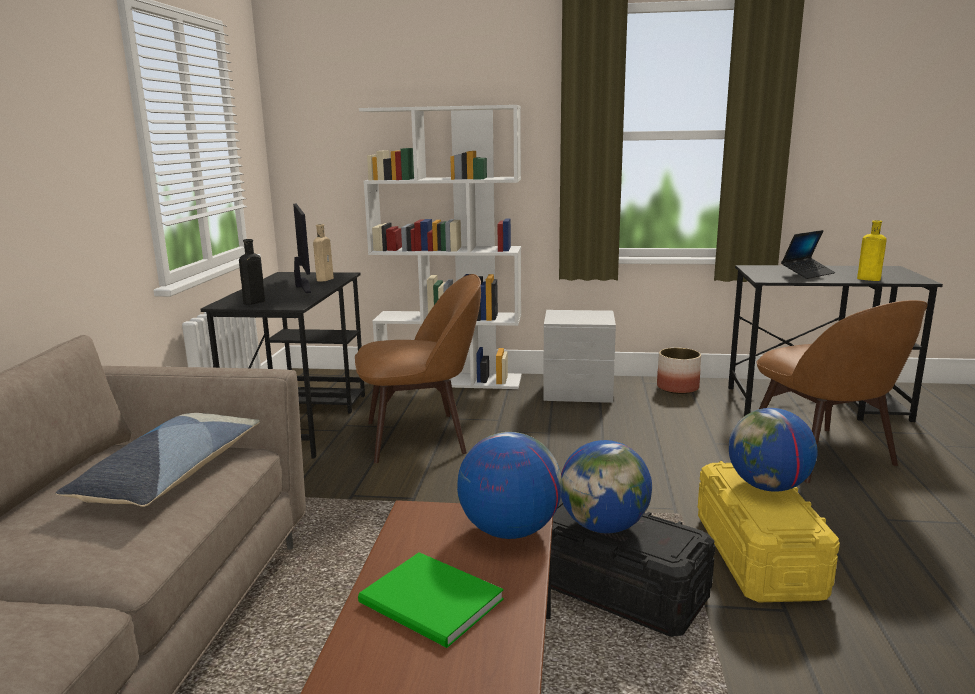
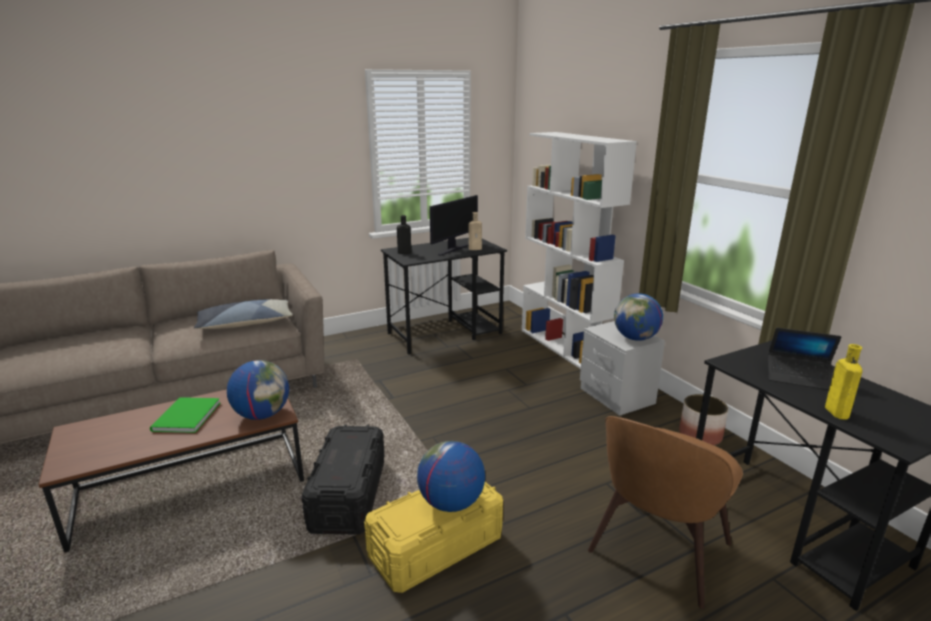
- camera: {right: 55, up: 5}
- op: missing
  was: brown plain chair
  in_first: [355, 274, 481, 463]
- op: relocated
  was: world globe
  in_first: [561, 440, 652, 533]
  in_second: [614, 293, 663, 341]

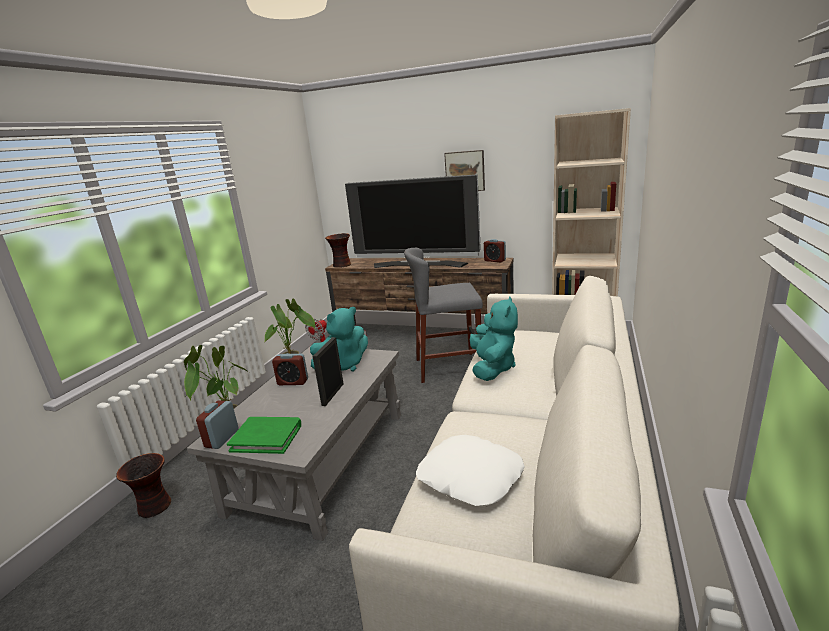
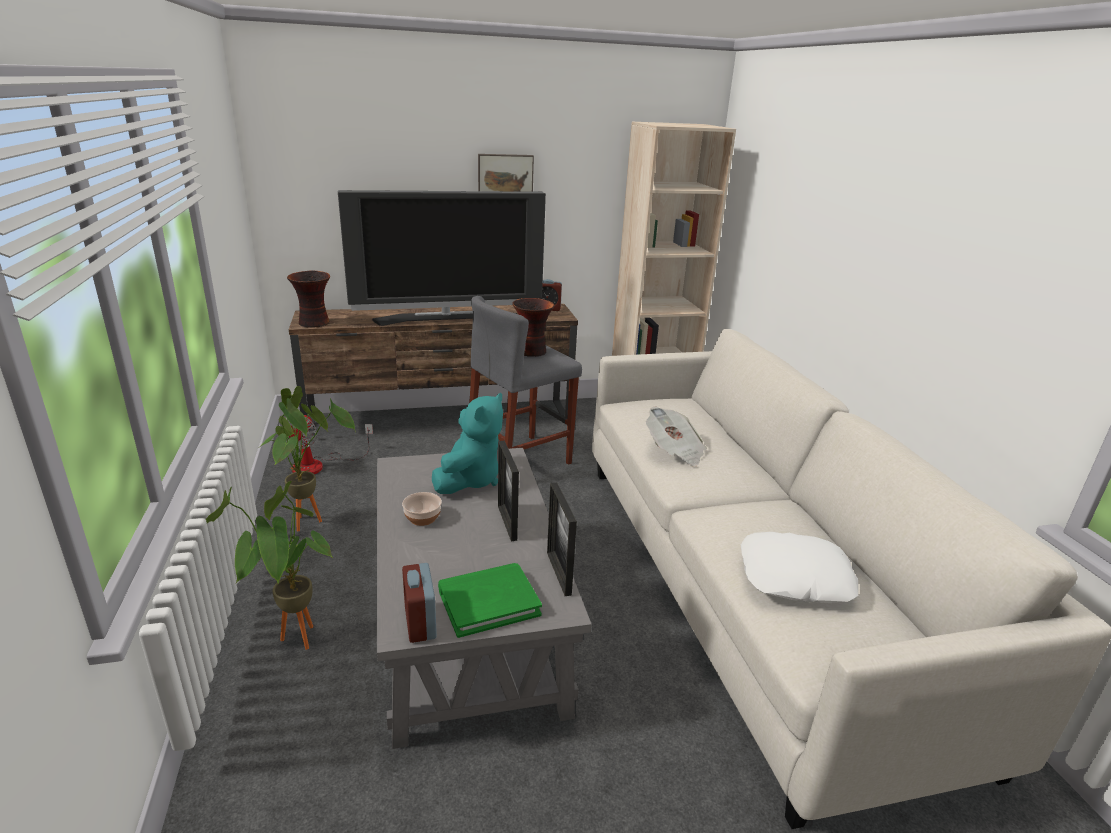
- camera: {right: -35, up: 5}
- op: relocated
  was: vase
  in_first: [116, 453, 171, 518]
  in_second: [512, 298, 555, 357]
- op: exchanged
  was: table clock
  now: serving bowl
  in_first: [272, 353, 308, 385]
  in_second: [402, 492, 442, 526]
- op: exchanged
  was: turquoise plush toy
  now: printed paper
  in_first: [470, 296, 518, 381]
  in_second: [646, 407, 707, 467]
- op: appeared
  now: picture frame
  in_second: [547, 483, 577, 596]

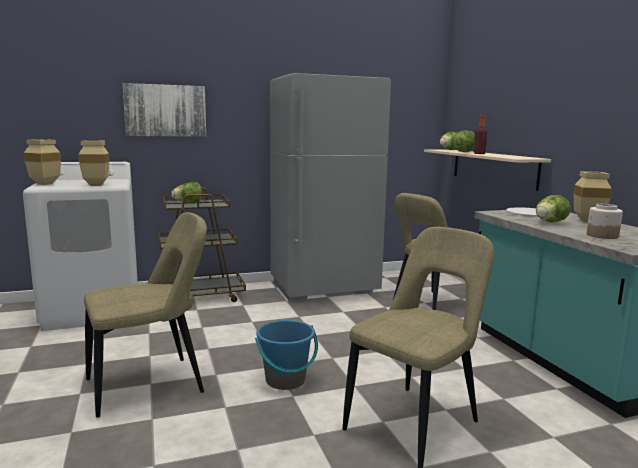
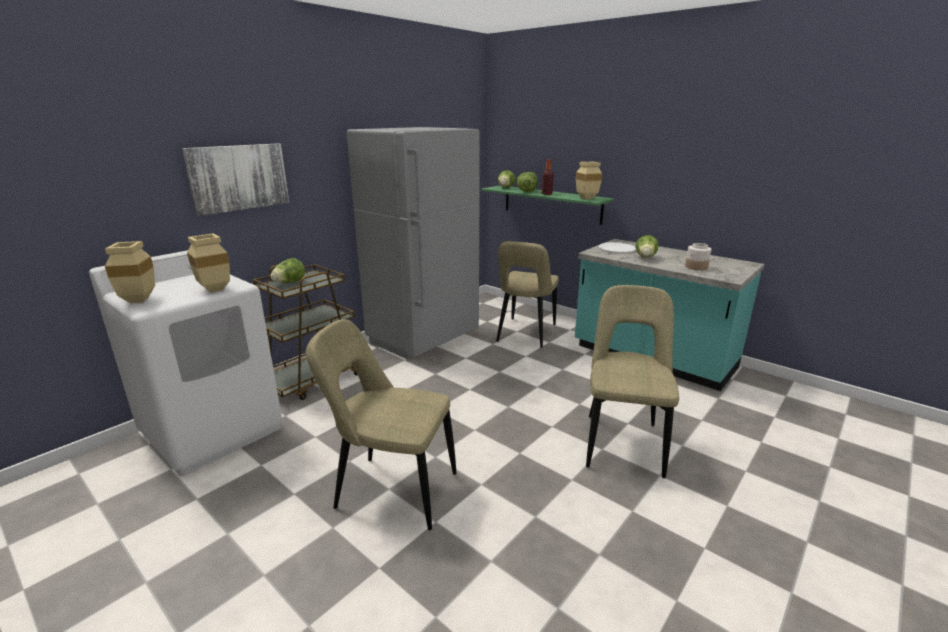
- camera: {right: -30, up: 10}
- op: spun
  was: beige plain chair
  in_first: [84, 212, 207, 418]
  in_second: [306, 319, 456, 530]
  clockwise: -105
- op: missing
  was: blue-coloured water bucket
  in_first: [255, 320, 318, 390]
- op: colour
  was: beige shelf
  now: greenish shelf
  in_first: [424, 149, 551, 191]
  in_second: [481, 185, 614, 225]
- op: relocated
  was: beige vase
  in_first: [574, 171, 612, 222]
  in_second: [576, 161, 602, 199]

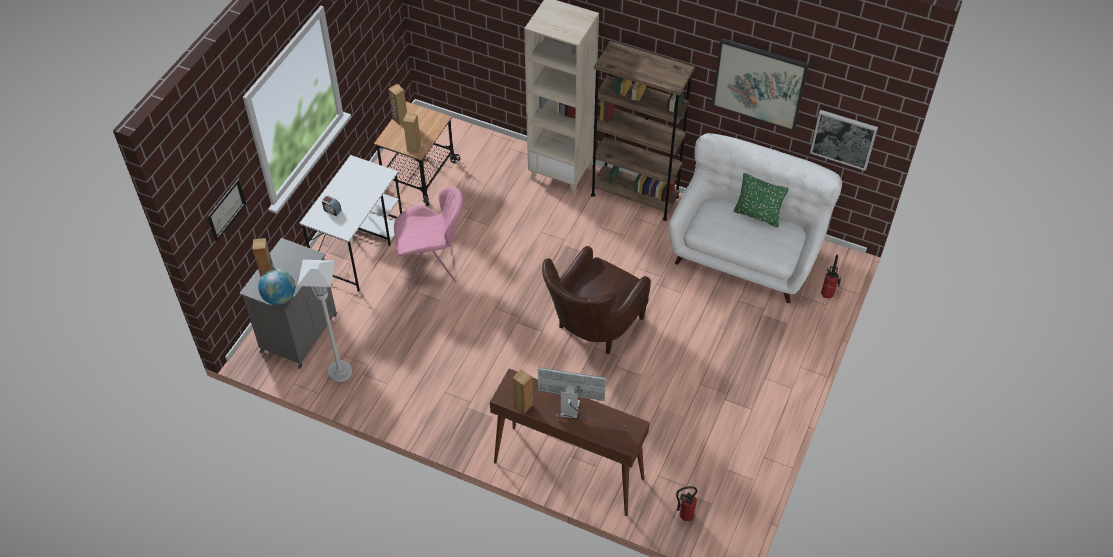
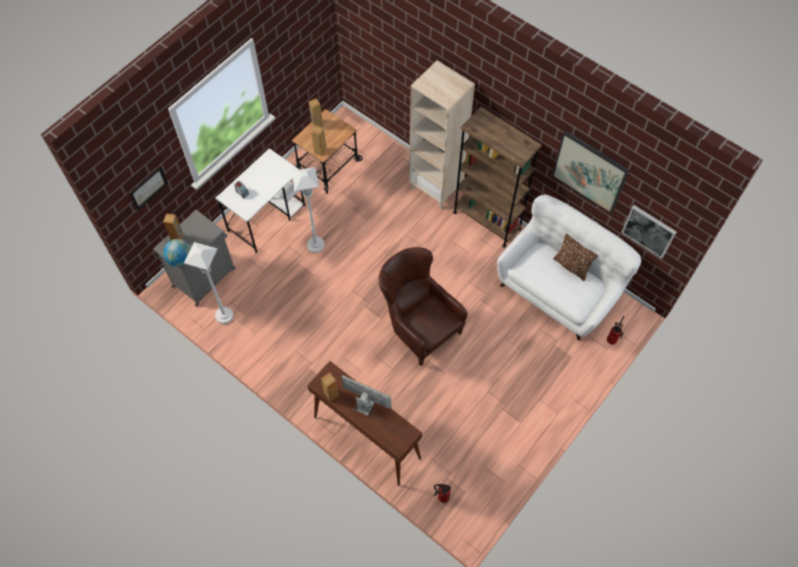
- camera: {right: 15, up: 10}
- op: exchanged
  was: pink plain chair
  now: whitish floor lamp
  in_first: [394, 186, 463, 289]
  in_second: [291, 167, 325, 253]
- op: spun
  was: brown lounge chair
  in_first: [542, 246, 651, 354]
  in_second: [379, 247, 467, 366]
  clockwise: 90
- op: colour
  was: greenish pillow
  now: brown pillow
  in_first: [733, 173, 789, 228]
  in_second: [553, 233, 598, 281]

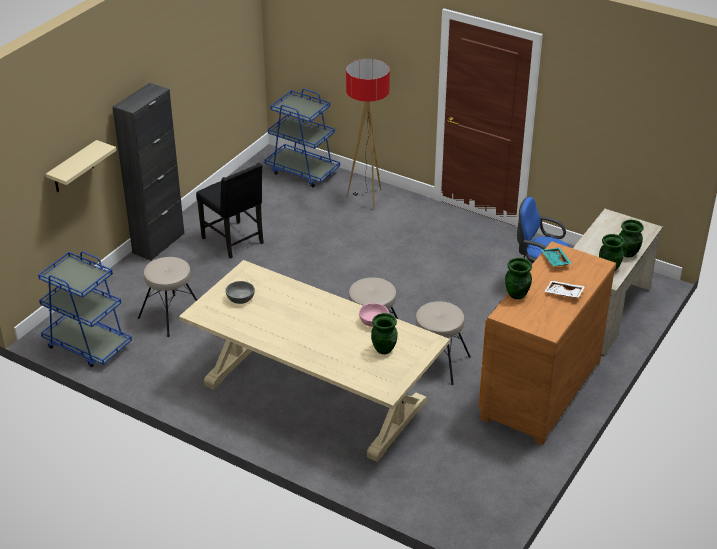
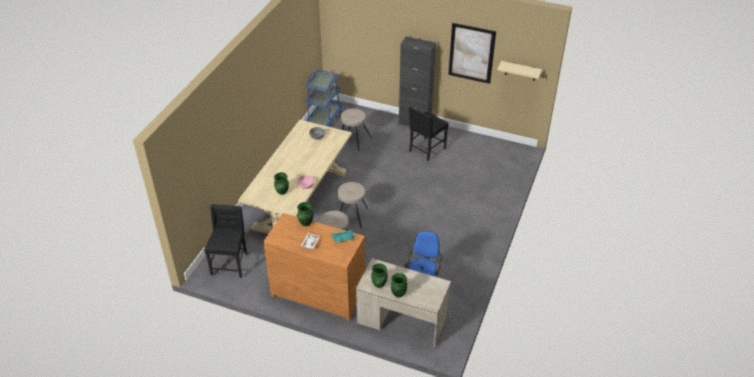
- camera: {right: 80, up: 5}
- op: relocated
  was: beige shelf
  in_first: [46, 140, 117, 192]
  in_second: [497, 61, 542, 81]
- op: missing
  was: blue-coloured wheeled cart
  in_first: [264, 89, 340, 187]
- op: missing
  was: floor lamp
  in_first: [346, 59, 390, 210]
- op: appeared
  now: blackish plain chair
  in_second: [204, 204, 247, 278]
- op: appeared
  now: picture
  in_second: [448, 23, 496, 84]

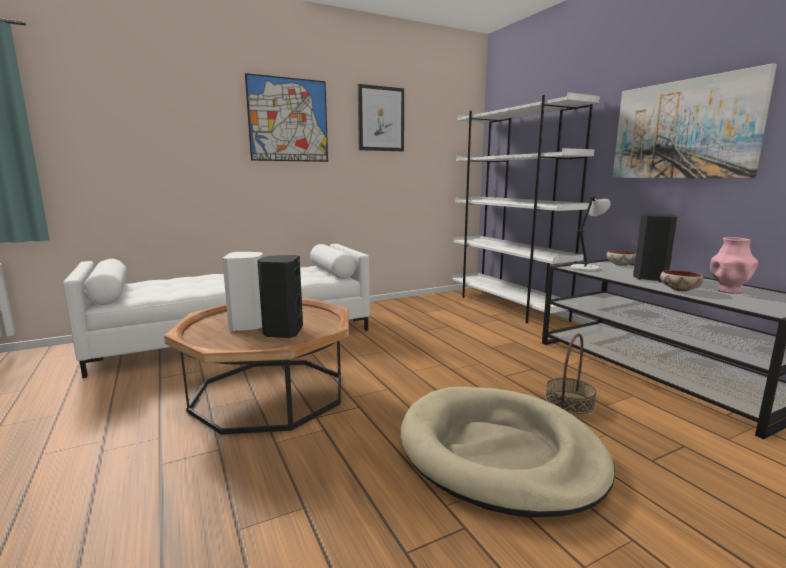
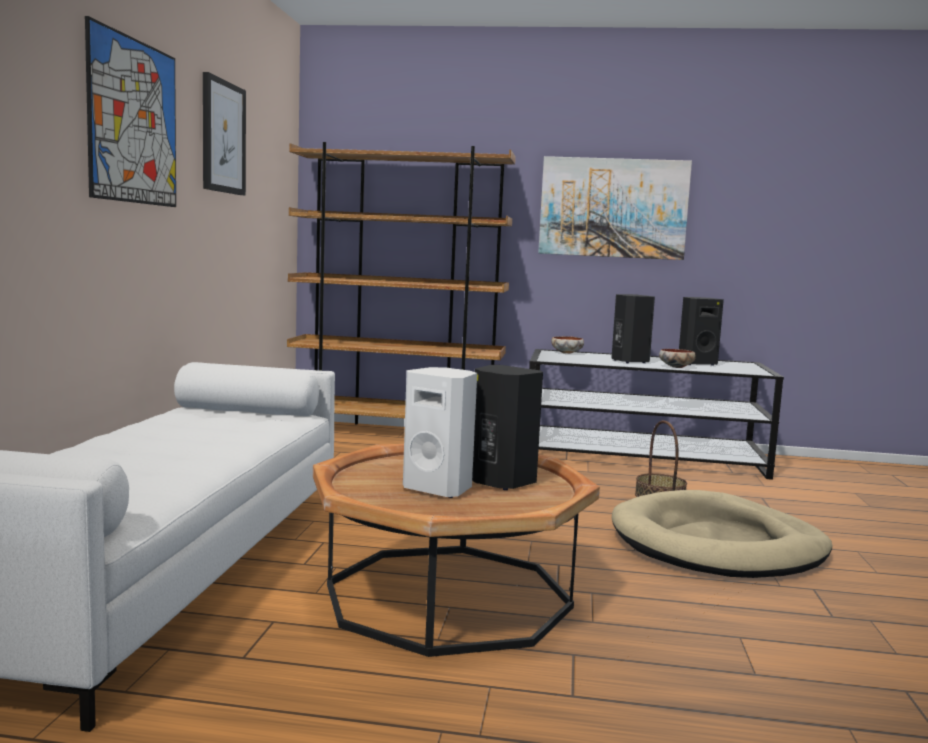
- camera: {right: -55, up: -5}
- op: colour
  was: whitish bookcase
  now: brown bookcase
  in_first: [452, 92, 600, 323]
  in_second: [287, 142, 516, 425]
- op: missing
  was: gray table lamp
  in_first: [571, 196, 610, 271]
- op: exchanged
  was: pink vase
  now: blackish loudspeaker
  in_first: [710, 237, 758, 294]
  in_second: [679, 297, 724, 366]

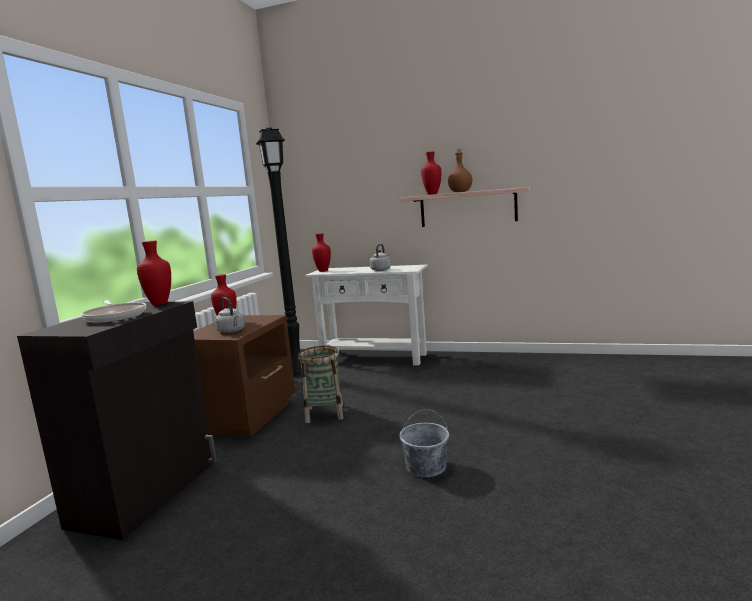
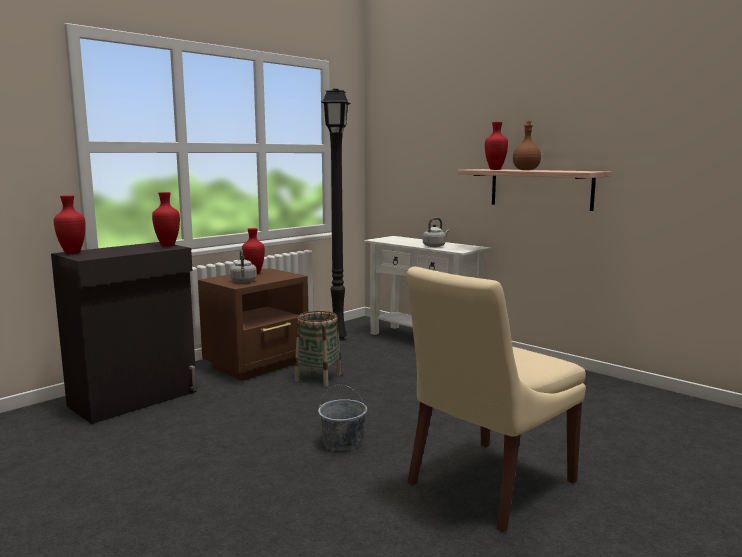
- camera: {right: 25, up: 0}
- op: missing
  was: pan
  in_first: [81, 300, 146, 323]
- op: relocated
  was: reddish vase
  in_first: [312, 233, 331, 272]
  in_second: [54, 195, 86, 254]
- op: appeared
  now: beige plain chair
  in_second: [407, 267, 586, 532]

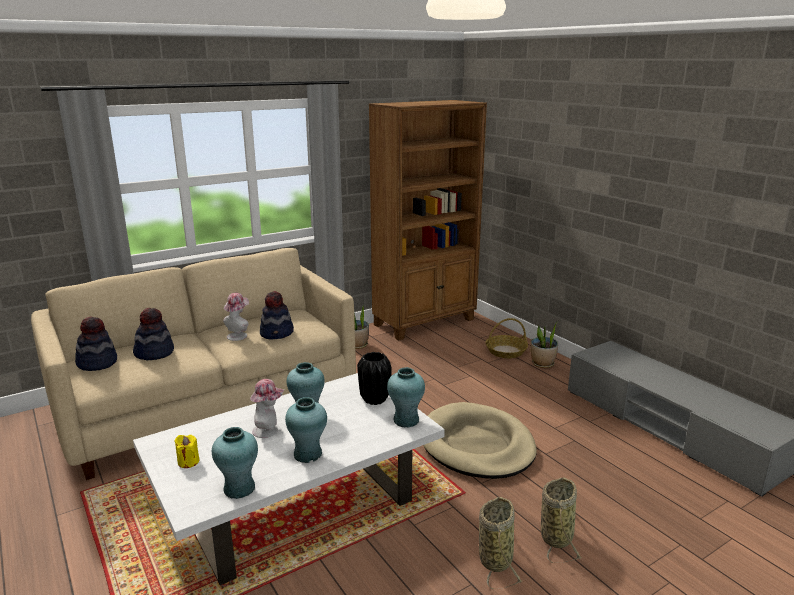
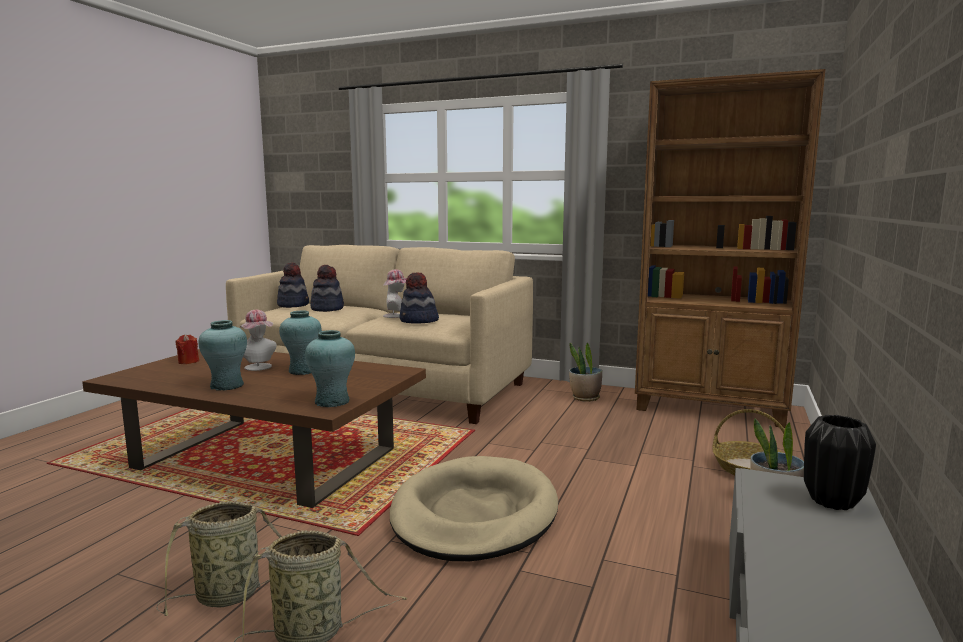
- camera: {right: 55, up: -10}
- op: colour
  was: whitish low table
  now: brown low table
  in_first: [133, 373, 445, 585]
  in_second: [82, 349, 426, 508]
- op: colour
  was: yellowish wax candle
  now: reddish wax candle
  in_first: [174, 435, 199, 468]
  in_second: [175, 334, 199, 364]
- op: missing
  was: turquoise vase
  in_first: [212, 427, 258, 499]
- op: relocated
  was: blackish vase
  in_first: [357, 352, 392, 405]
  in_second: [804, 415, 876, 510]

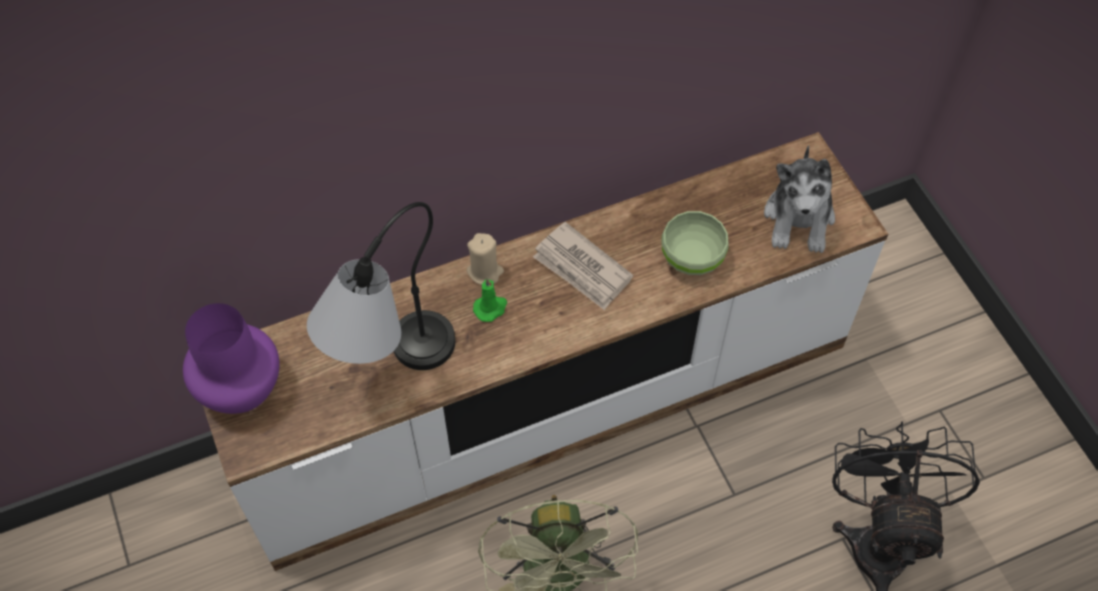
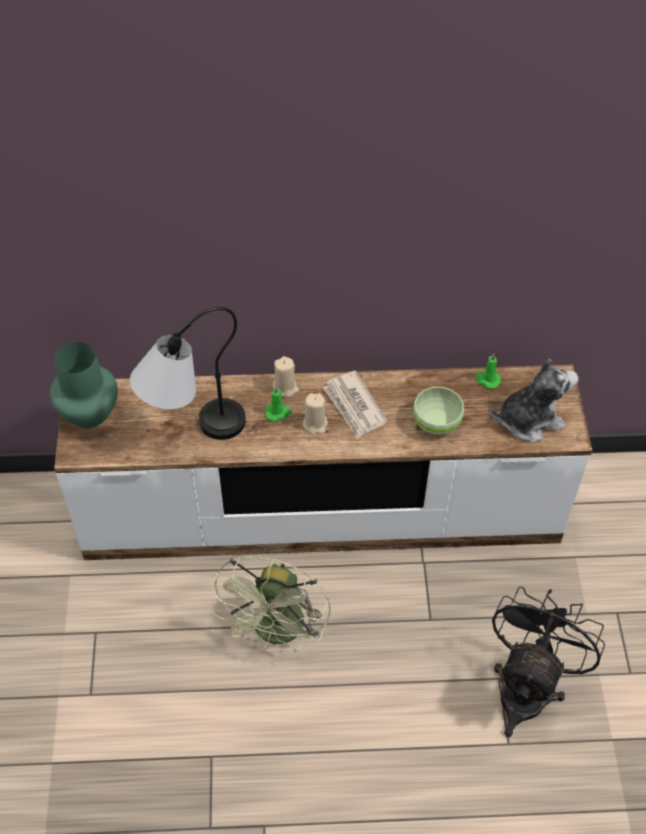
- camera: {right: 20, up: -5}
- op: colour
  was: purple vase
  now: greenish vase
  in_first: [183, 303, 280, 414]
  in_second: [49, 342, 118, 428]
- op: spun
  was: plush toy
  in_first: [764, 145, 835, 253]
  in_second: [491, 359, 579, 441]
  clockwise: -135
- op: appeared
  now: beige wax candle
  in_second: [303, 393, 328, 434]
- op: appeared
  now: greenish wax candle
  in_second: [476, 354, 501, 389]

